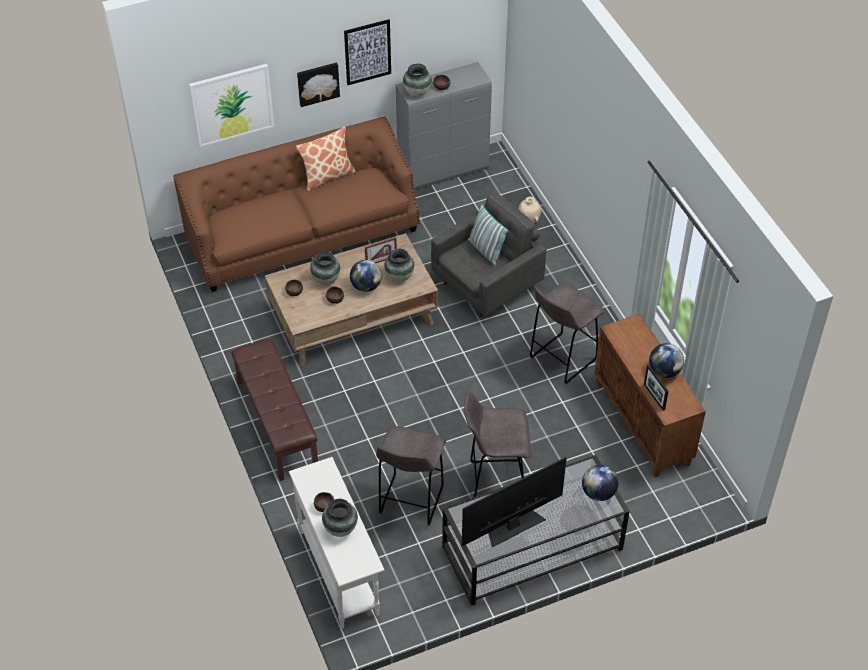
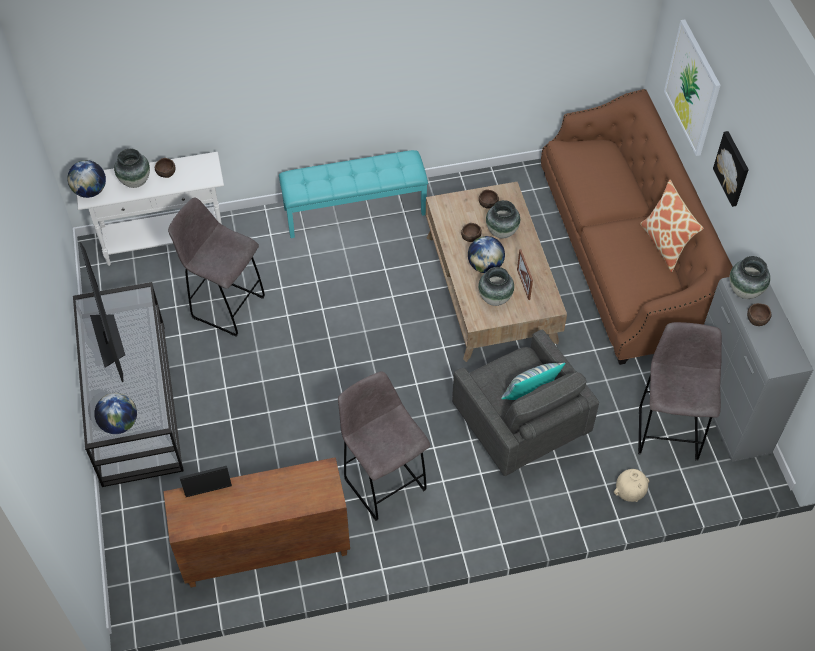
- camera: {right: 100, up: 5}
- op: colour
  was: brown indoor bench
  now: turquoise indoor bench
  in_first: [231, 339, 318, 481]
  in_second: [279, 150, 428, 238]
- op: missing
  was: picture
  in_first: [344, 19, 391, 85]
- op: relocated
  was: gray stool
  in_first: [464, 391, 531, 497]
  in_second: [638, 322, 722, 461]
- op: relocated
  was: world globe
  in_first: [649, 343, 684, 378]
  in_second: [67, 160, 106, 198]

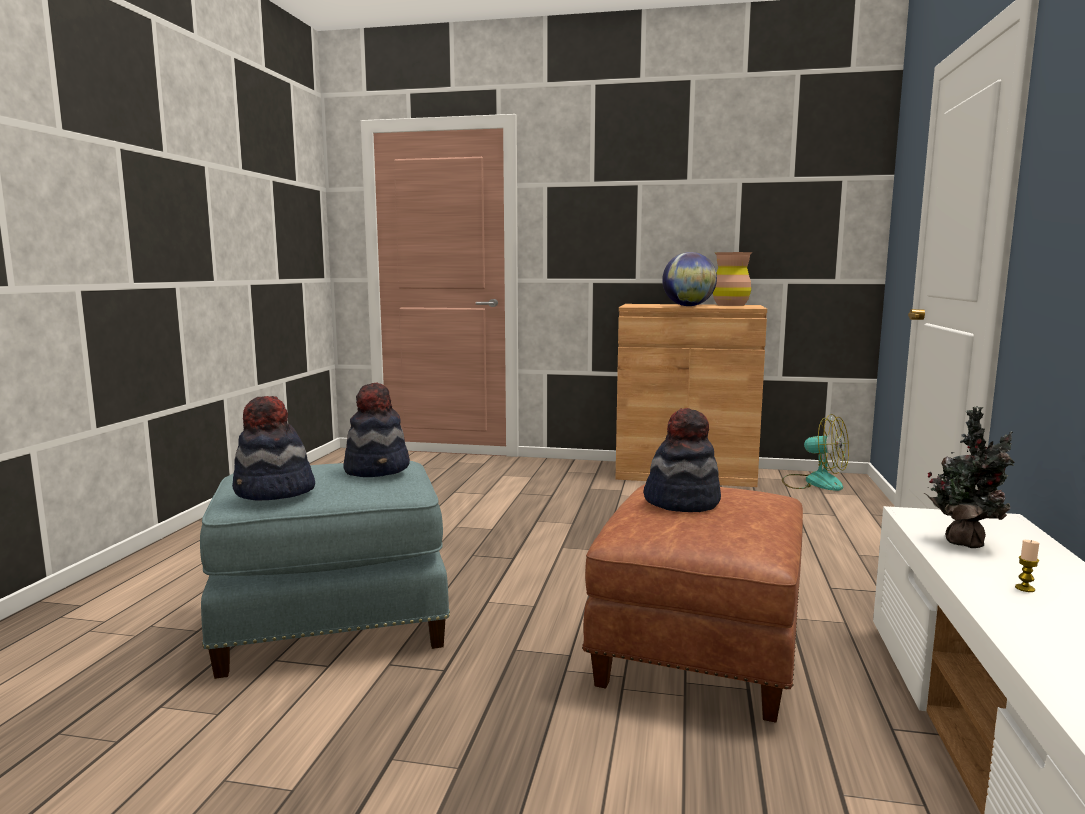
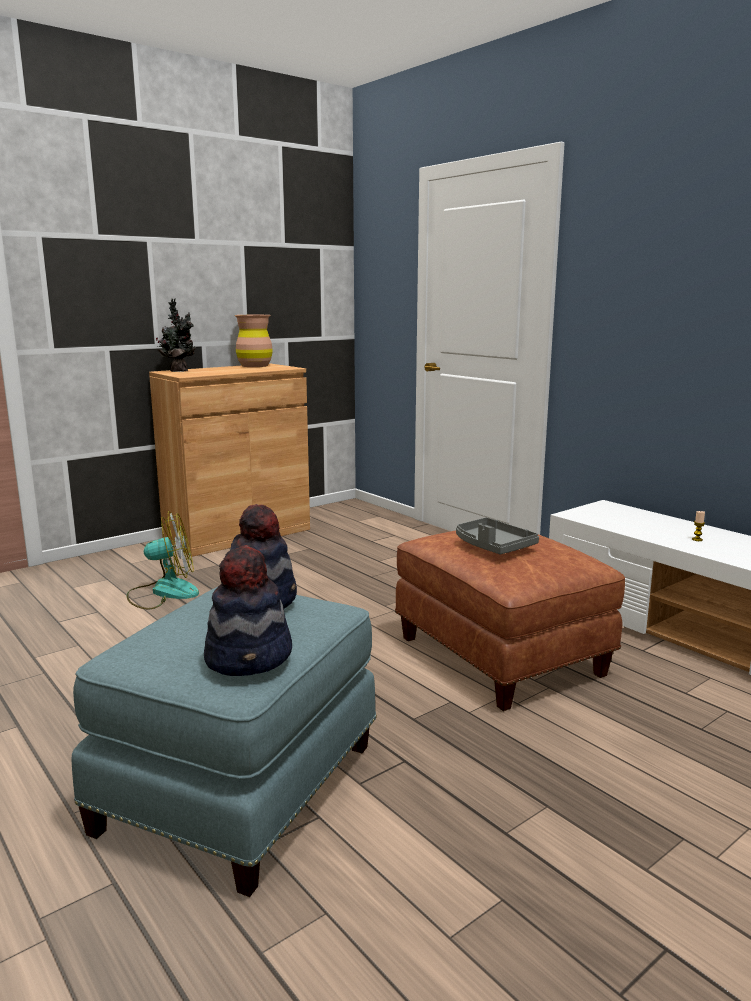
- camera: {right: -50, up: 5}
- op: exchanged
  was: hat
  now: gray serving tray
  in_first: [643, 408, 721, 512]
  in_second: [456, 517, 539, 555]
- op: missing
  was: world globe
  in_first: [662, 252, 717, 306]
- op: relocated
  was: cooling fan
  in_first: [782, 414, 849, 491]
  in_second: [127, 511, 199, 609]
- op: relocated
  was: houseplant
  in_first: [923, 406, 1015, 548]
  in_second: [156, 298, 196, 372]

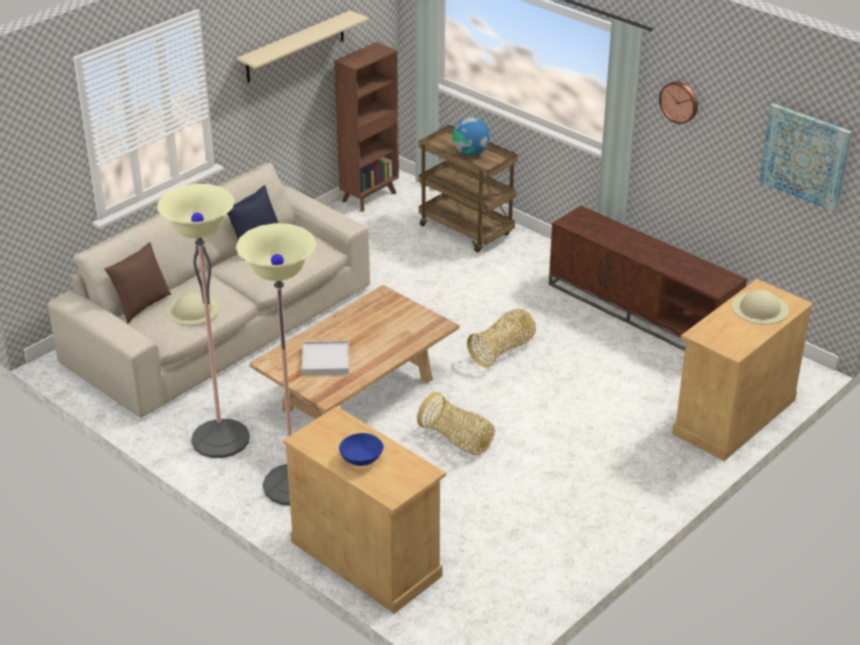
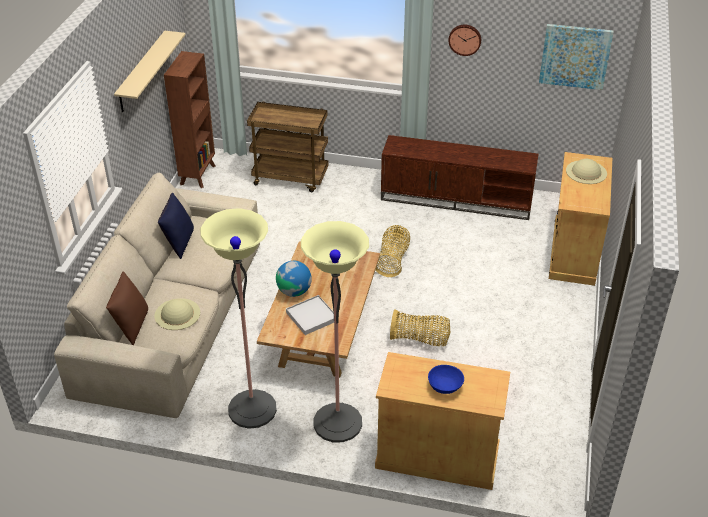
- camera: {right: -30, up: 5}
- op: relocated
  was: world globe
  in_first: [453, 117, 490, 155]
  in_second: [276, 261, 312, 297]

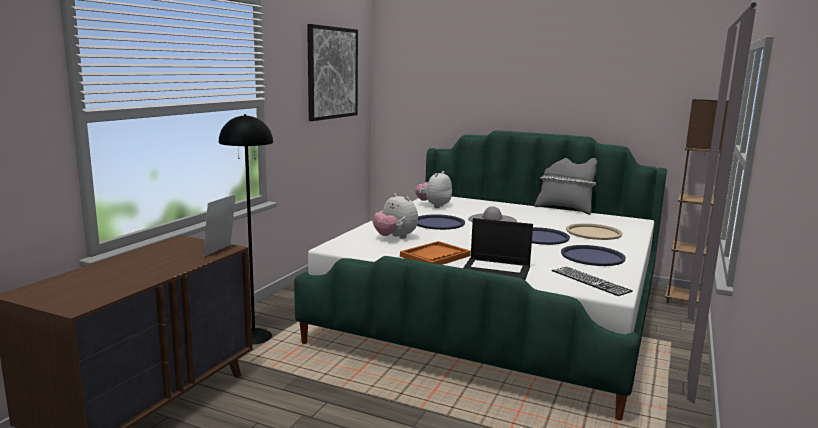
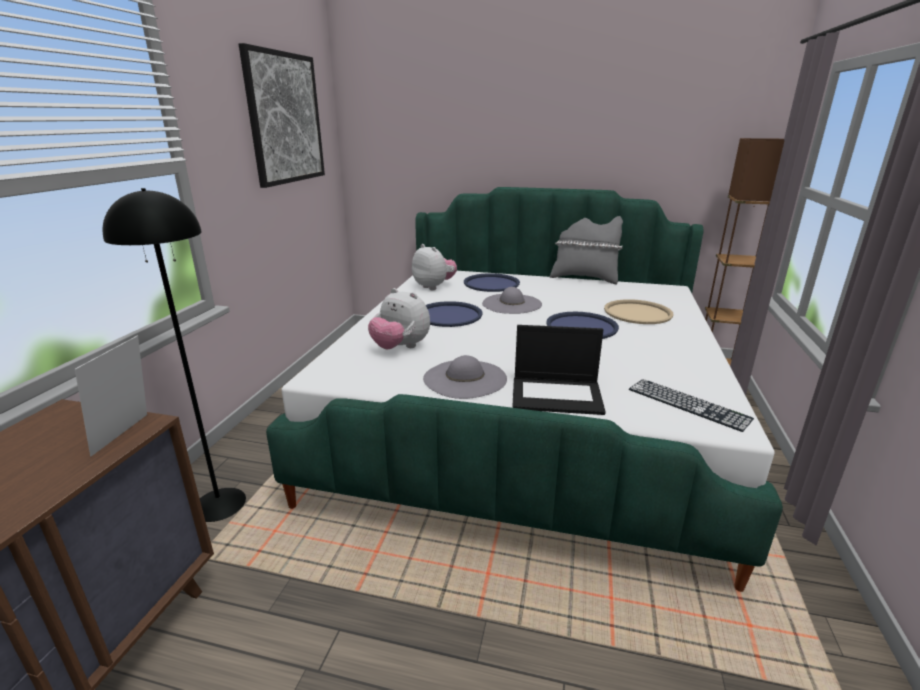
- camera: {right: -10, up: 10}
- op: exchanged
  was: orange-coloured serving tray
  now: gray hat
  in_first: [400, 241, 471, 265]
  in_second: [423, 355, 507, 399]
- op: spun
  was: plush toy
  in_first: [415, 171, 452, 208]
  in_second: [412, 244, 457, 290]
  clockwise: 120
- op: relocated
  was: blue-coloured serving tray
  in_first: [561, 245, 626, 266]
  in_second: [464, 273, 520, 292]

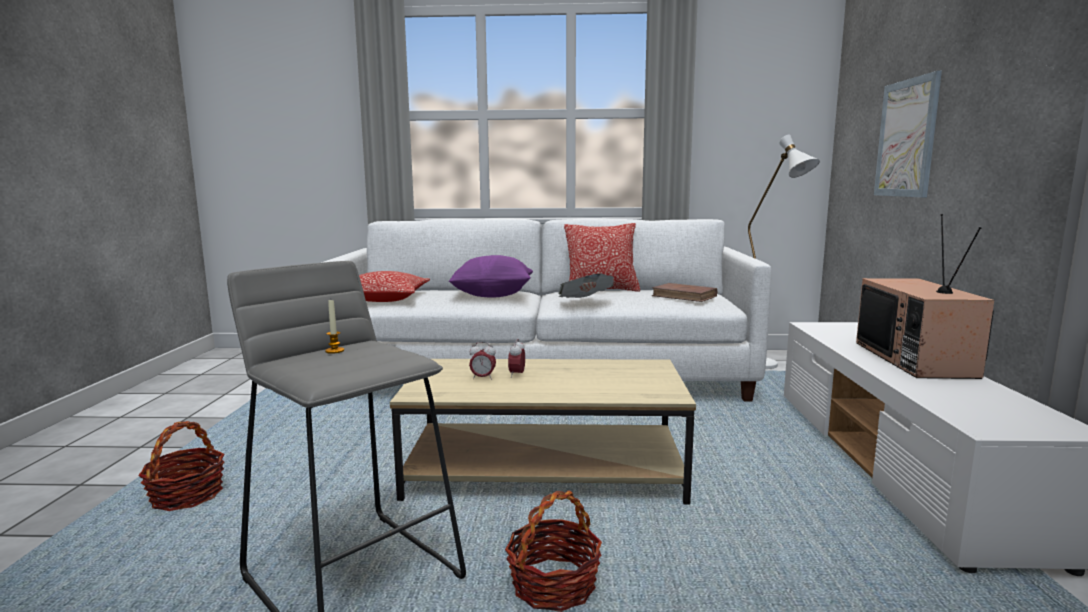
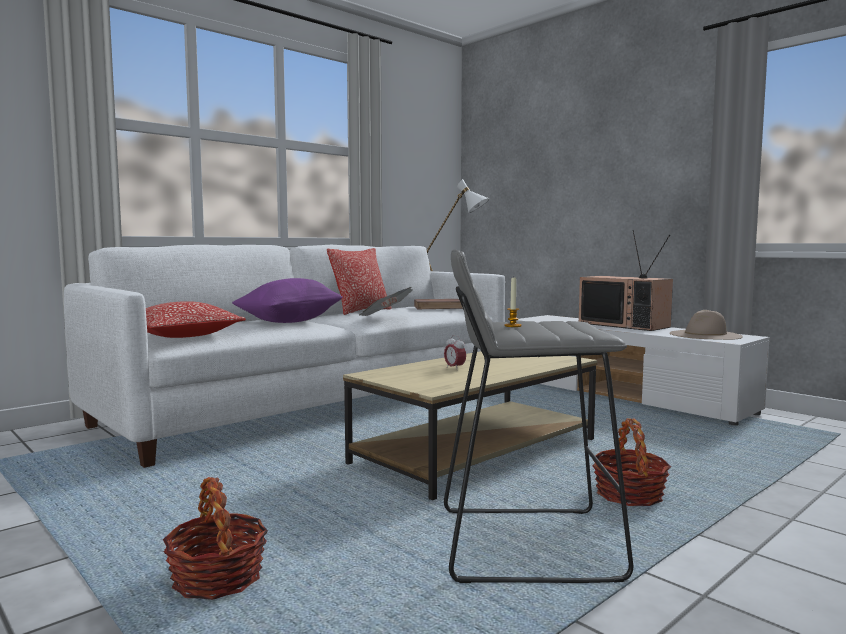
- camera: {right: -45, up: -5}
- op: missing
  was: table clock
  in_first: [469, 342, 496, 380]
- op: missing
  was: picture
  in_first: [874, 71, 942, 197]
- op: appeared
  now: beige hat
  in_second: [670, 310, 743, 340]

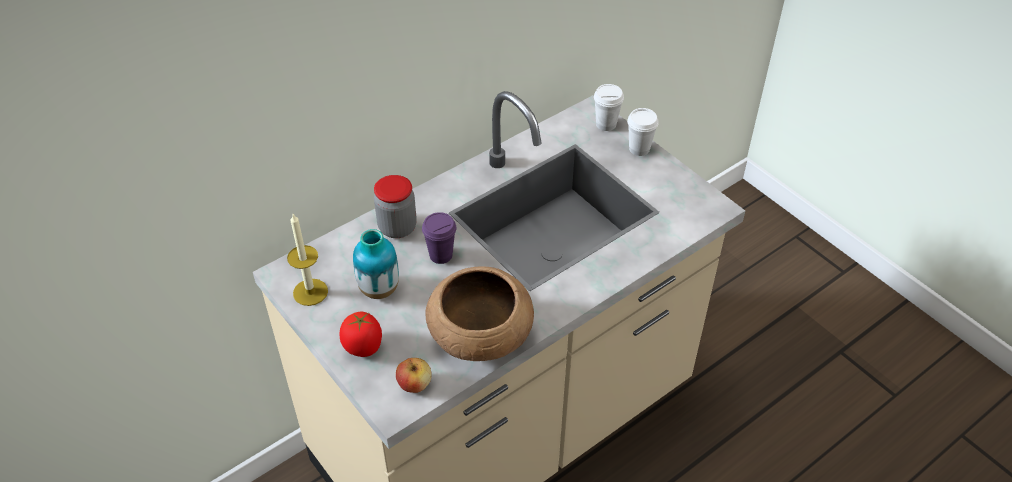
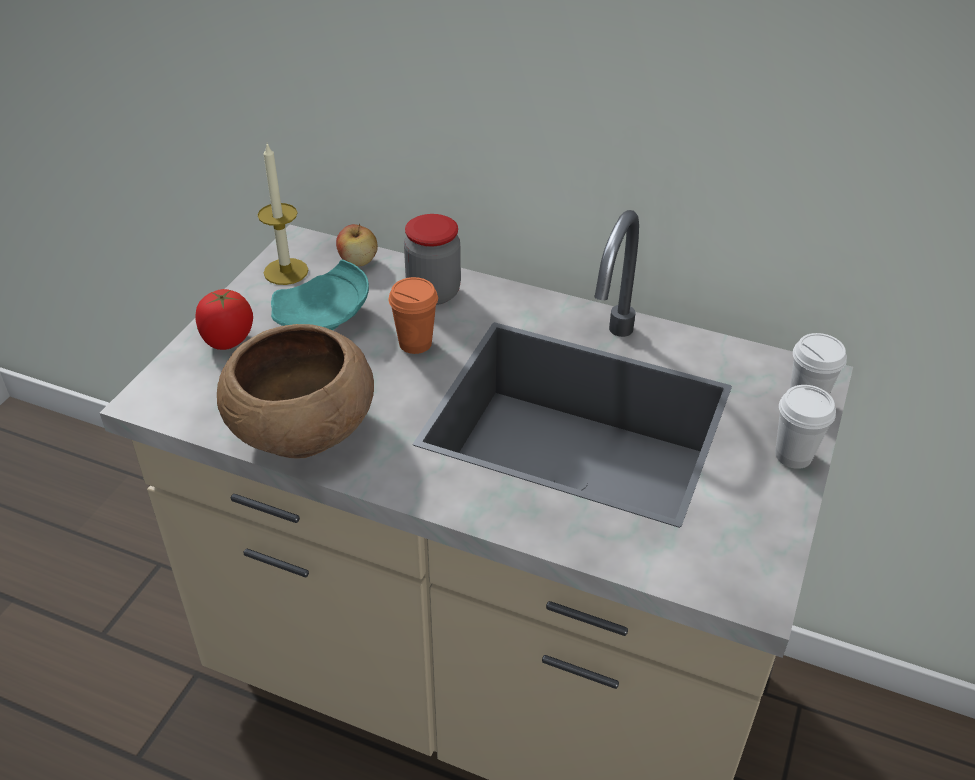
- camera: {right: 60, up: -5}
- op: exchanged
  was: vase
  now: turquoise plate
  in_first: [353, 229, 399, 299]
  in_second: [271, 260, 369, 330]
- op: relocated
  was: apple
  in_first: [396, 358, 432, 393]
  in_second: [336, 224, 378, 266]
- op: colour
  was: purple drinking cup
  now: orange-coloured drinking cup
  in_first: [422, 212, 456, 264]
  in_second: [389, 277, 438, 354]

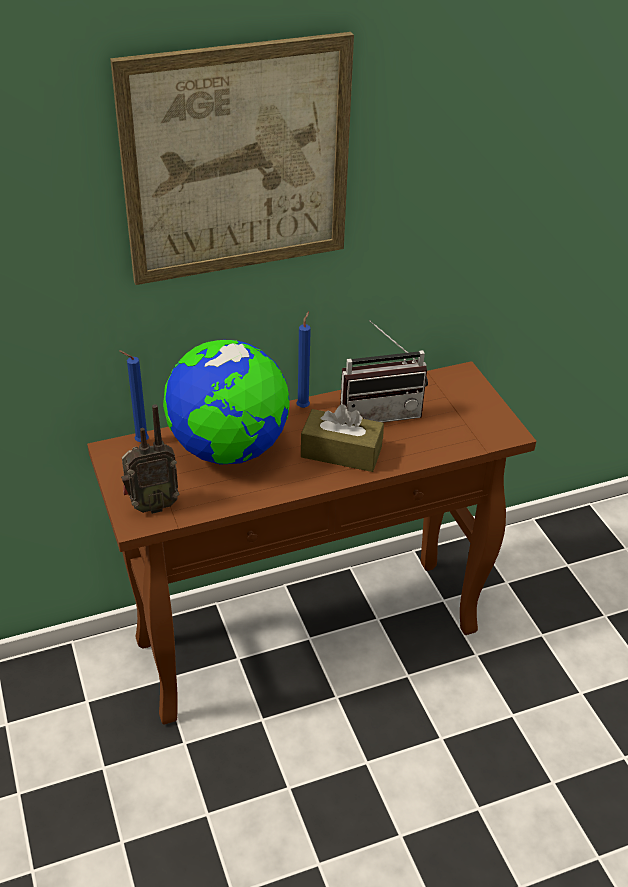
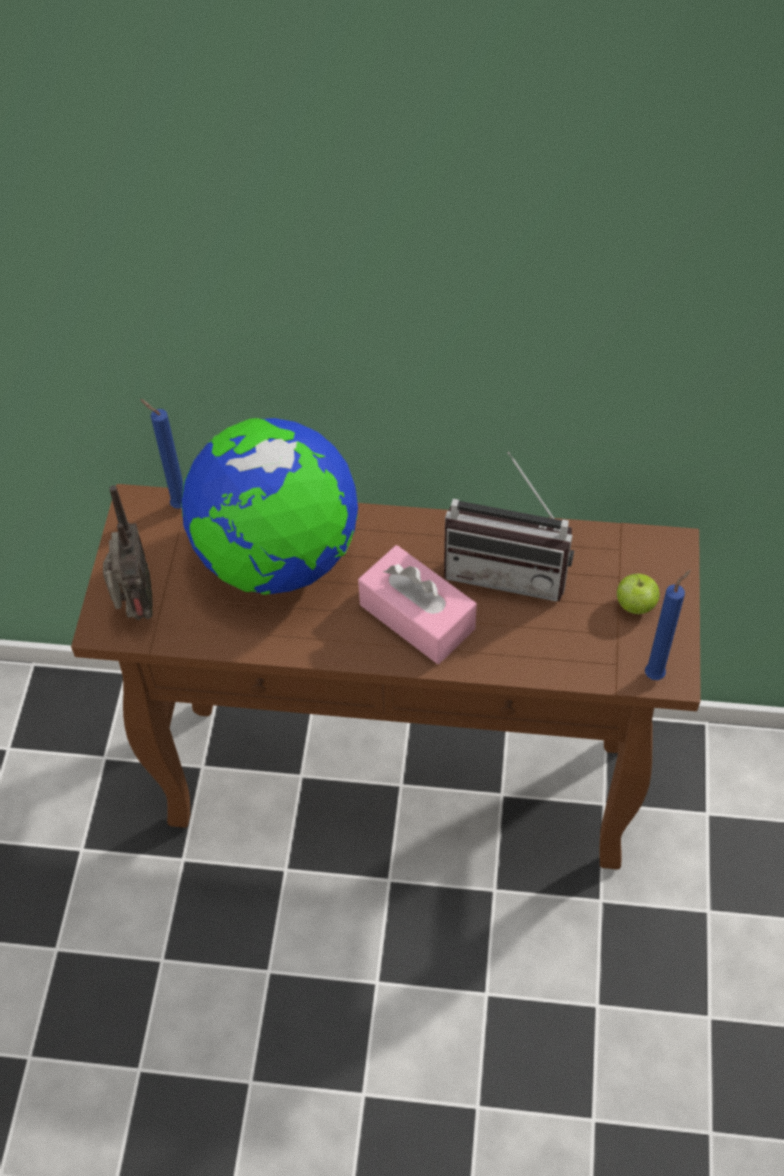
- camera: {right: 30, up: 15}
- op: missing
  was: picture
  in_first: [110, 32, 354, 285]
- op: spun
  was: radio receiver
  in_first: [121, 405, 179, 514]
  in_second: [103, 485, 153, 620]
  clockwise: -105
- op: relocated
  was: blue-coloured wax candle
  in_first: [296, 311, 311, 408]
  in_second: [645, 570, 691, 680]
- op: colour
  was: brown box of tissues
  now: pink box of tissues
  in_first: [301, 404, 384, 472]
  in_second: [358, 545, 477, 664]
- op: appeared
  now: apple
  in_second: [616, 574, 660, 614]

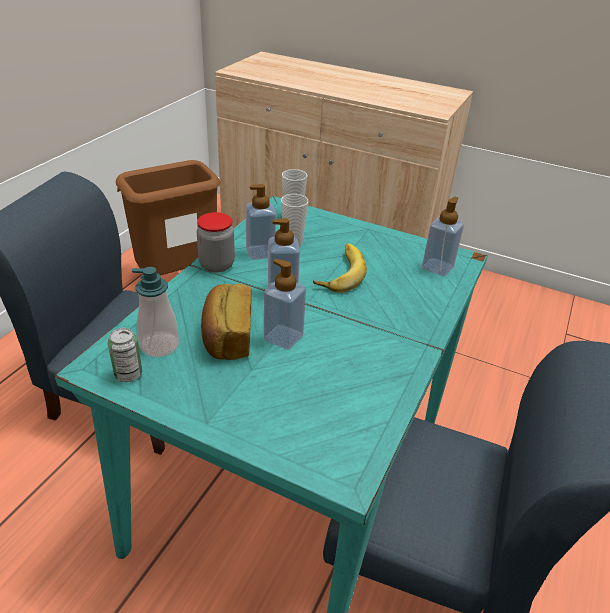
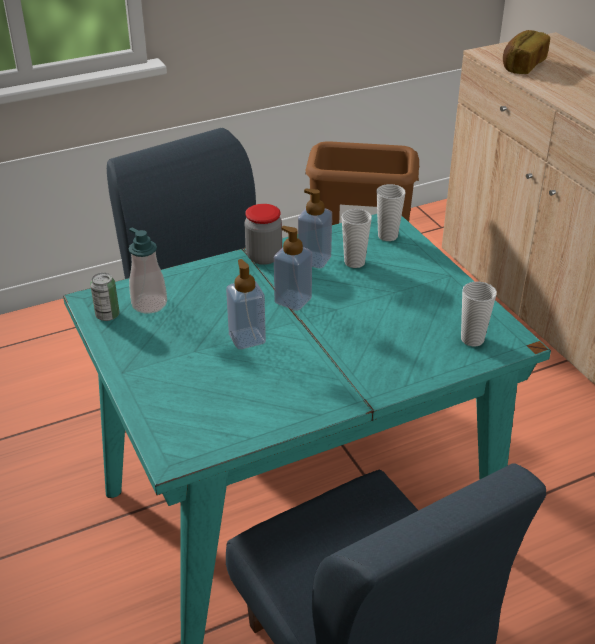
- camera: {right: 40, up: 0}
- op: relocated
  was: bread
  in_first: [201, 284, 252, 360]
  in_second: [503, 30, 550, 74]
- op: missing
  was: banana
  in_first: [313, 243, 367, 293]
- op: exchanged
  was: soap bottle
  now: drinking cup
  in_first: [422, 197, 464, 276]
  in_second: [461, 281, 497, 347]

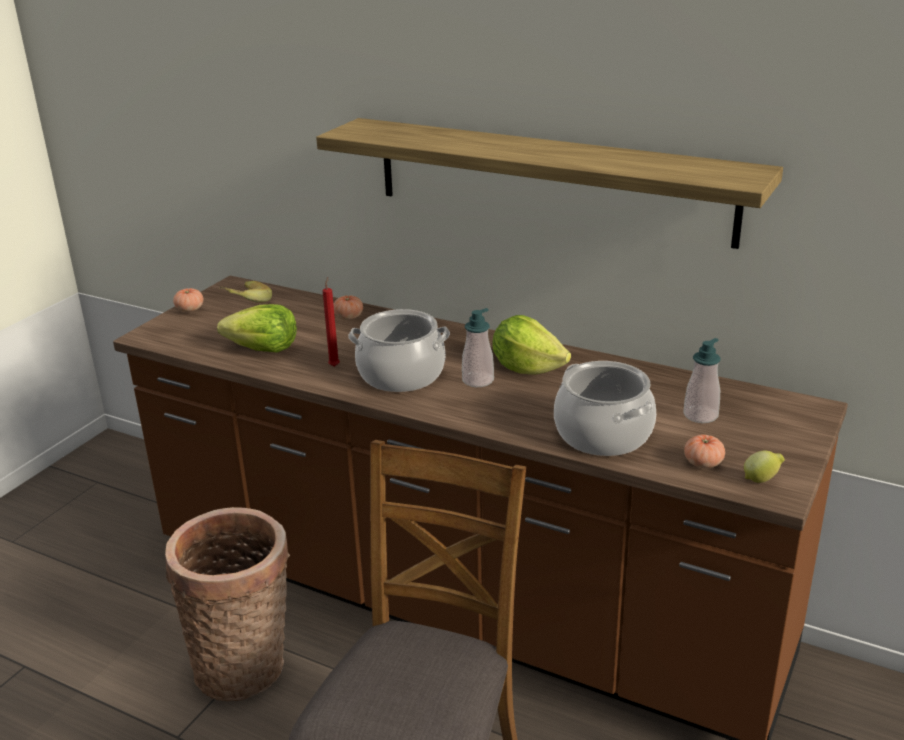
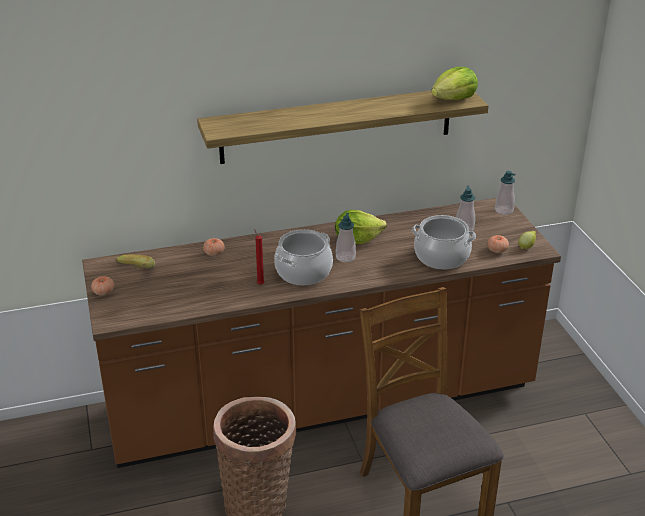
- camera: {right: -45, up: 5}
- op: relocated
  was: lettuce head
  in_first: [217, 304, 297, 352]
  in_second: [431, 67, 478, 100]
- op: appeared
  now: soap bottle
  in_second: [495, 171, 516, 215]

